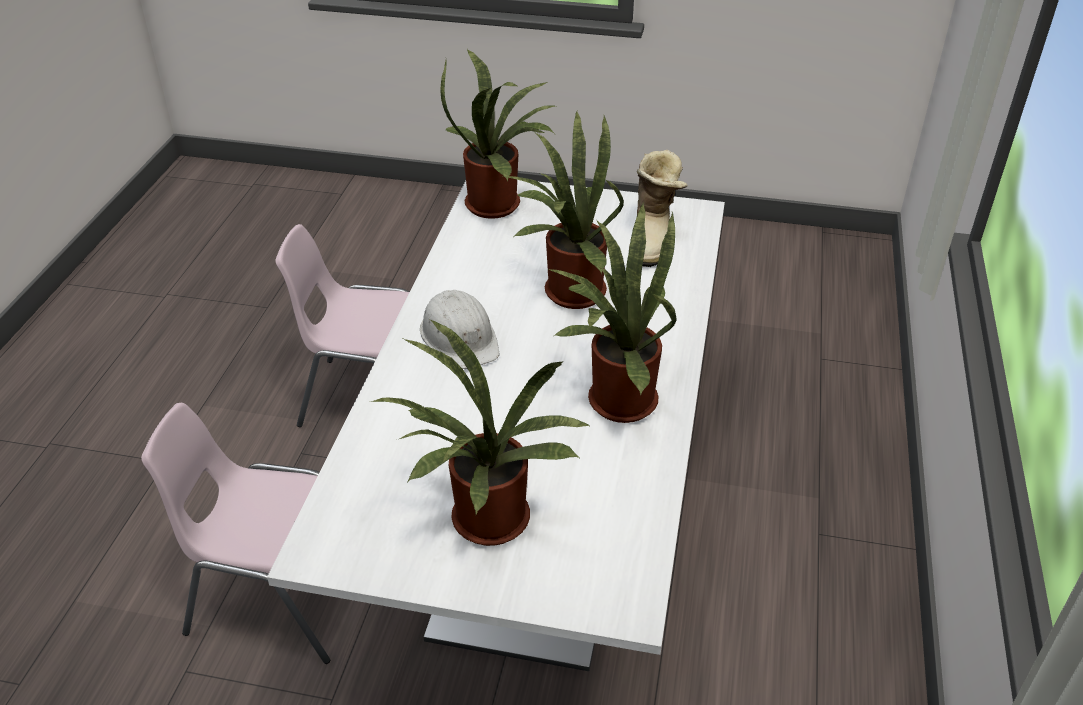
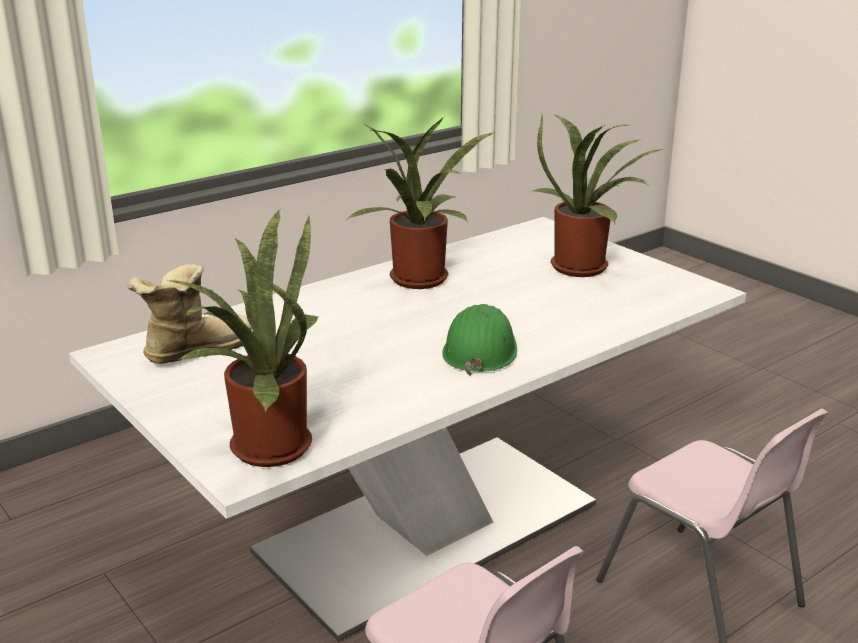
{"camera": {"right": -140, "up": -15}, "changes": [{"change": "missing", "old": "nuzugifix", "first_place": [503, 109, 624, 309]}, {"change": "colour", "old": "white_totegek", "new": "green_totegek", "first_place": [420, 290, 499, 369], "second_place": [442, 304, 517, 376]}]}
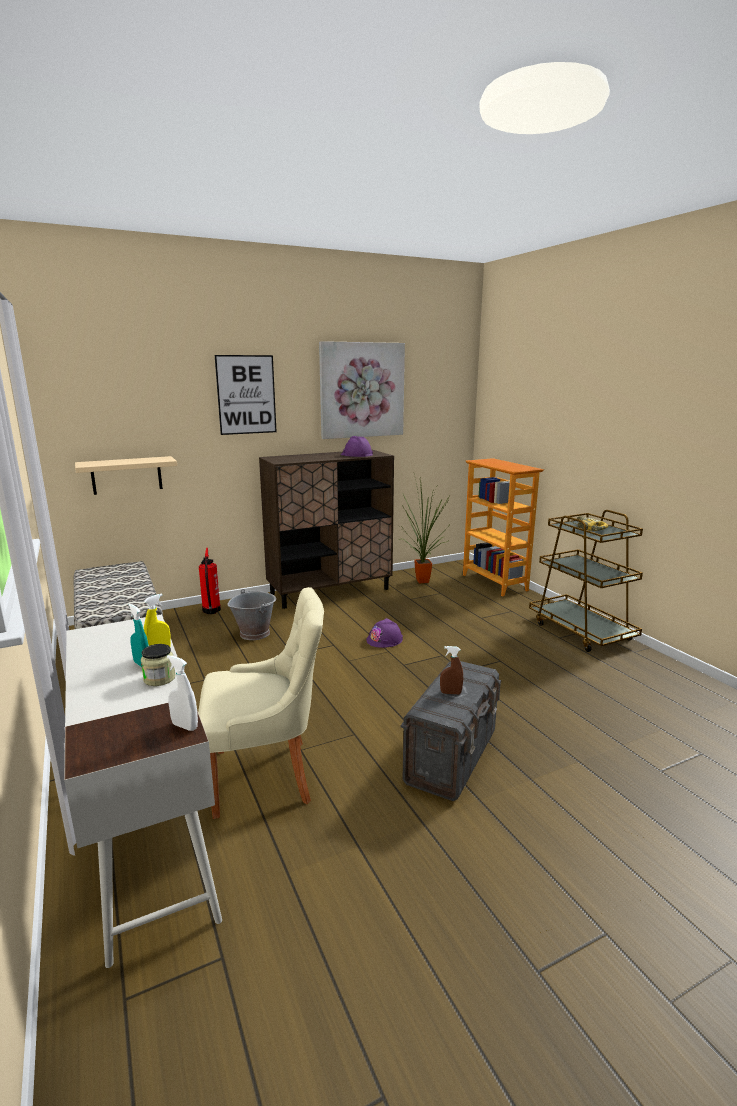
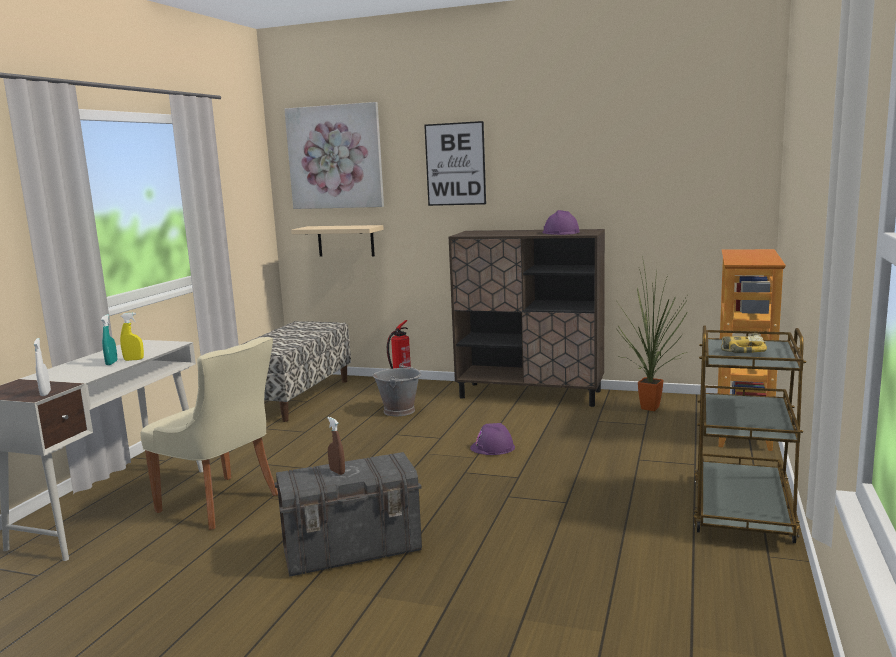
{"camera": {"right": 45, "up": -5}, "changes": [{"change": "missing", "old": "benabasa", "first_place": [141, 644, 175, 686]}, {"change": "relocated", "old": "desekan", "first_place": [319, 341, 405, 439], "second_place": [284, 102, 384, 209]}]}
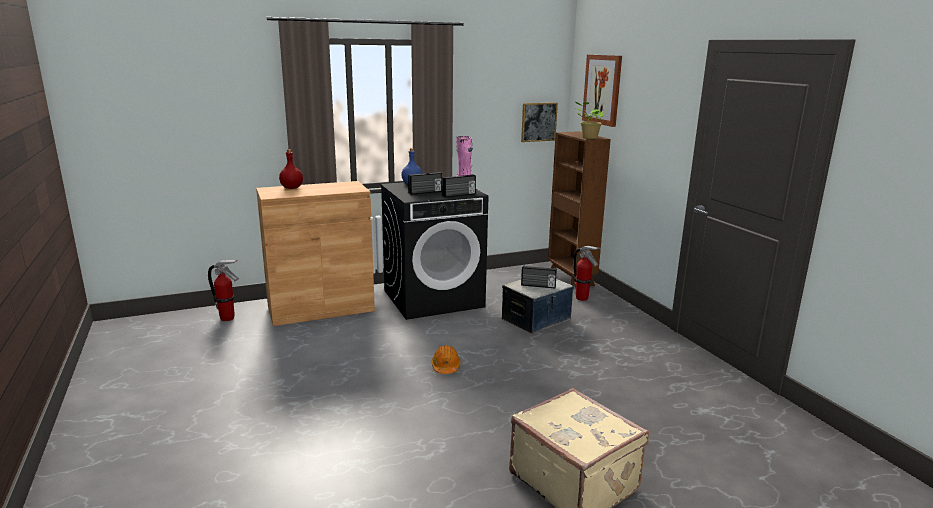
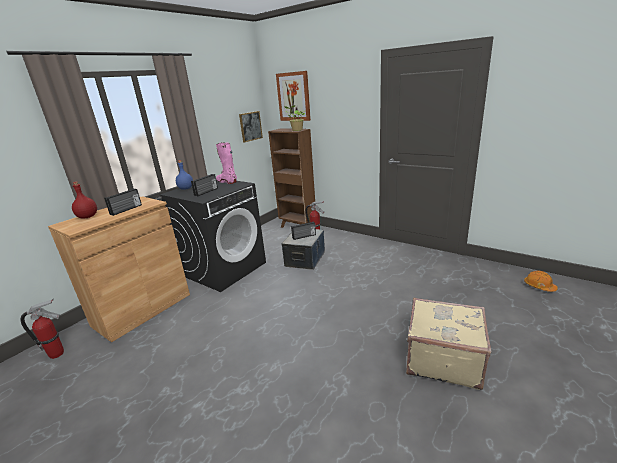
{"camera": {"right": -30, "up": 5}, "changes": [{"change": "relocated", "old": "orange_totegek", "first_place": [431, 345, 461, 374], "second_place": [524, 271, 558, 292]}, {"change": "relocated", "old": "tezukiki", "first_place": [442, 174, 476, 197], "second_place": [104, 189, 142, 216]}]}
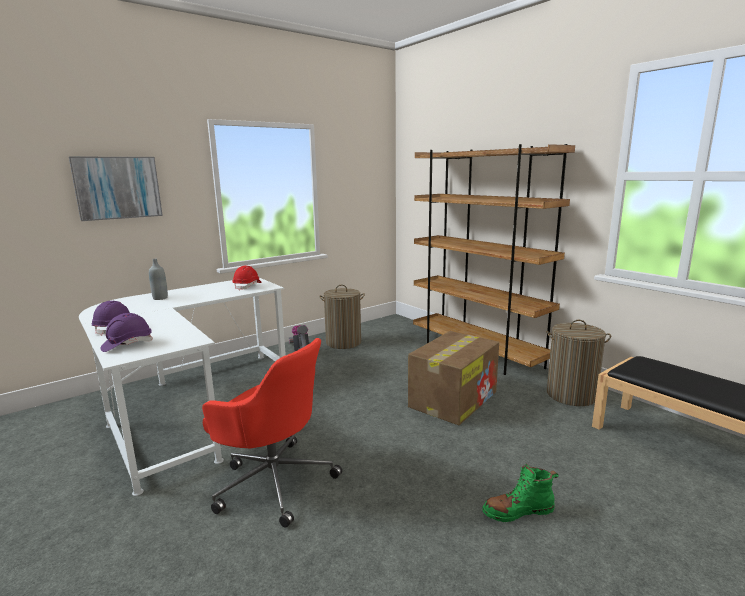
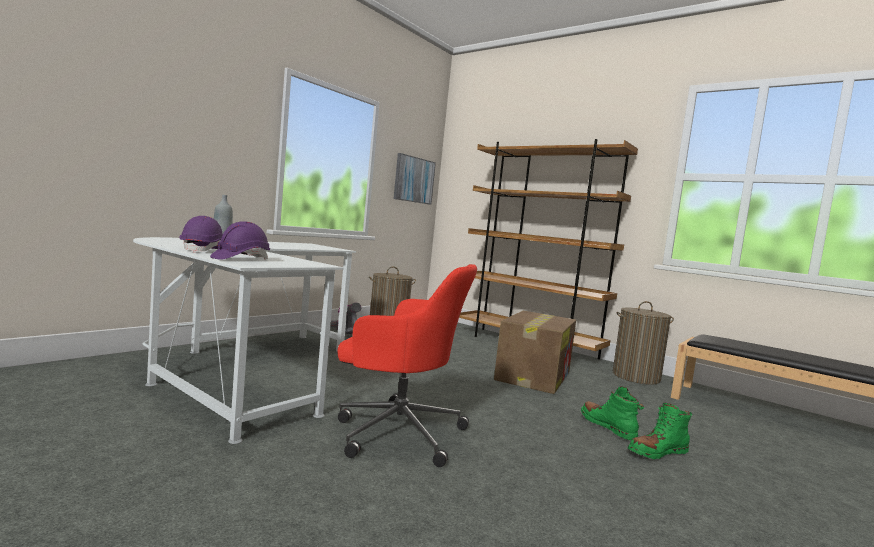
{"camera": {"right": -15, "up": -10}, "changes": [{"change": "missing", "old": "red_totegek", "first_place": [232, 266, 262, 291]}, {"change": "appeared", "new": "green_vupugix", "second_place": [581, 387, 644, 440]}, {"change": "relocated", "old": "desekan", "first_place": [69, 157, 163, 221], "second_place": [393, 153, 436, 205]}]}
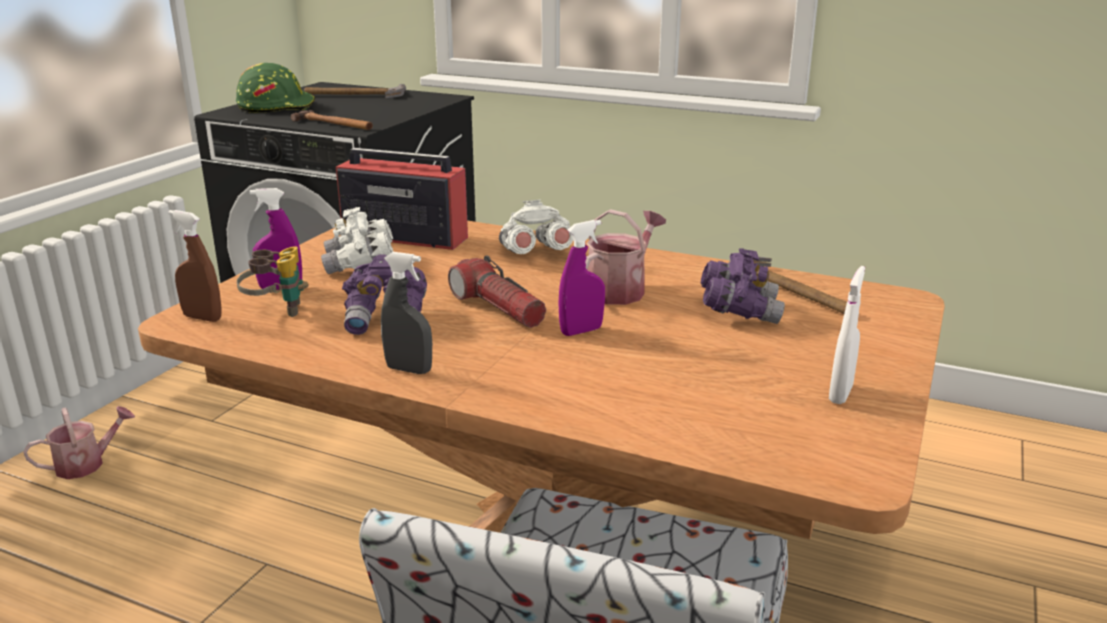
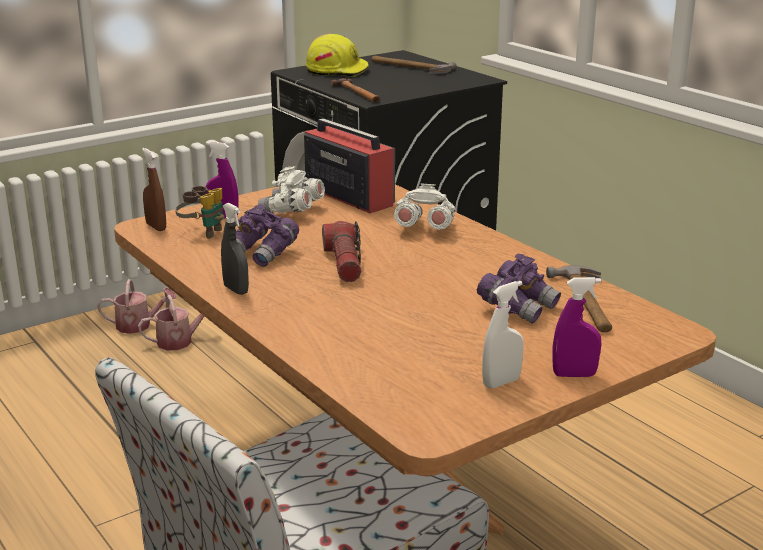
{"camera": {"right": 30, "up": 0}, "changes": [{"change": "relocated", "old": "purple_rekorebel", "first_place": [559, 220, 605, 336], "second_place": [552, 277, 601, 377]}, {"change": "relocated", "old": "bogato", "first_place": [585, 209, 666, 305], "second_place": [138, 295, 204, 350]}, {"change": "colour", "old": "green_totegek", "new": "yellow_totegek", "first_place": [236, 63, 315, 113], "second_place": [306, 34, 369, 77]}]}
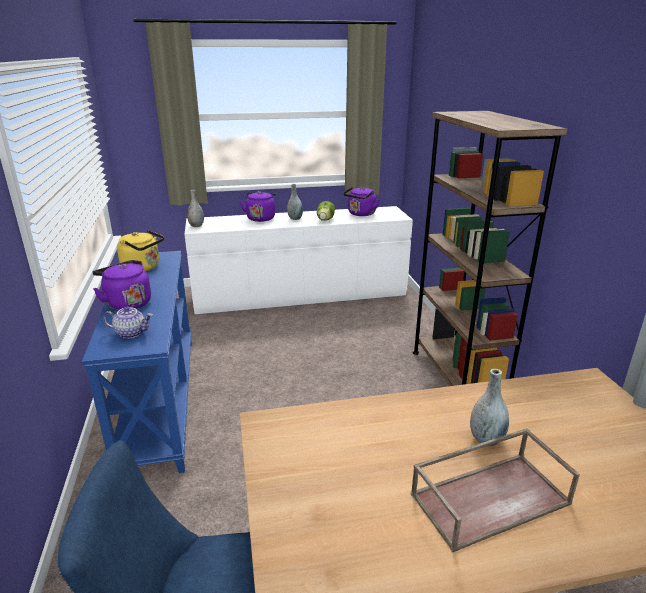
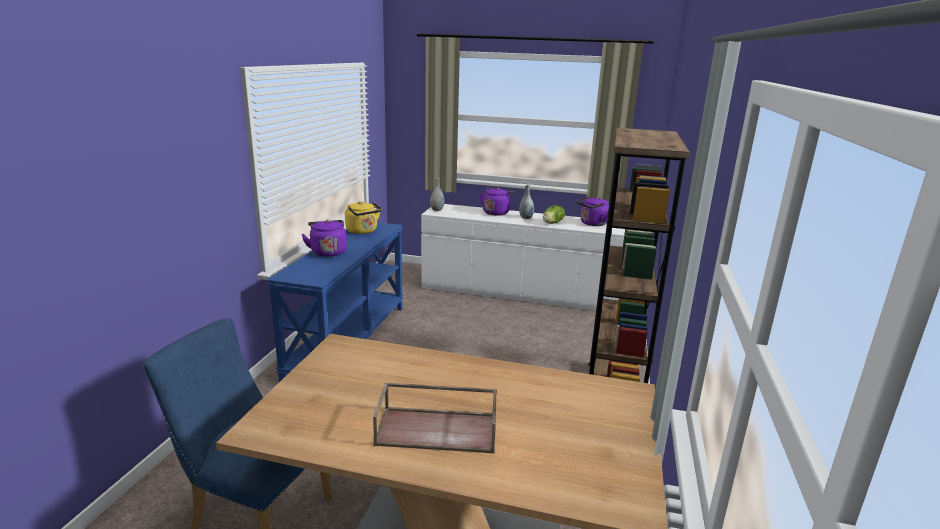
{"camera": {"right": 25, "up": -5}, "changes": [{"change": "missing", "old": "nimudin", "first_place": [103, 306, 153, 339]}, {"change": "missing", "old": "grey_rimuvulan", "first_place": [470, 369, 509, 446]}]}
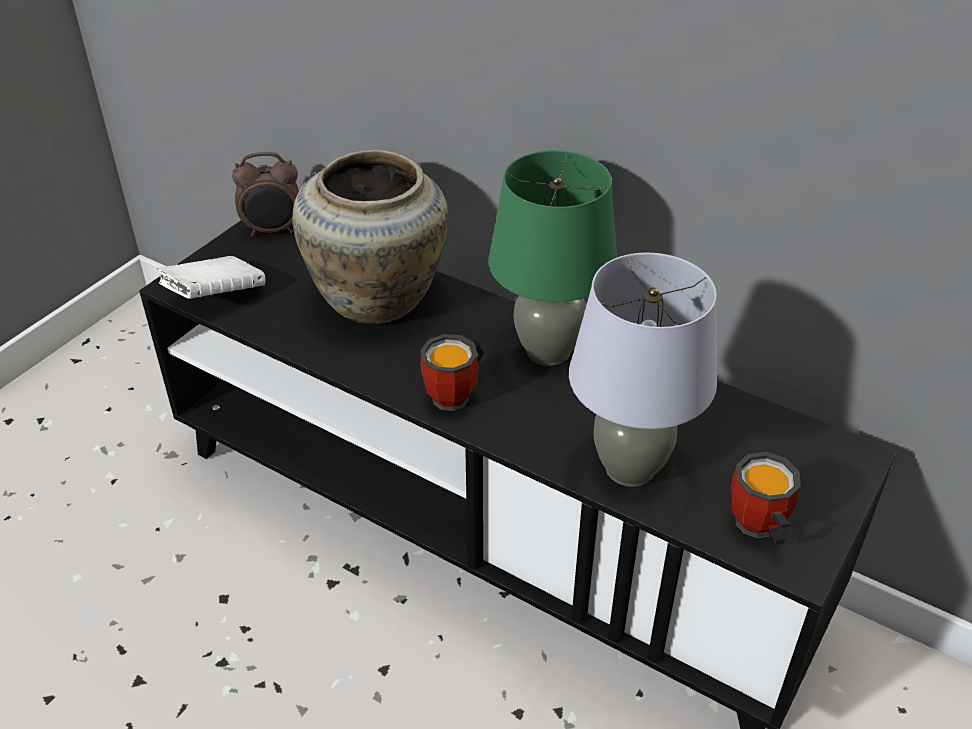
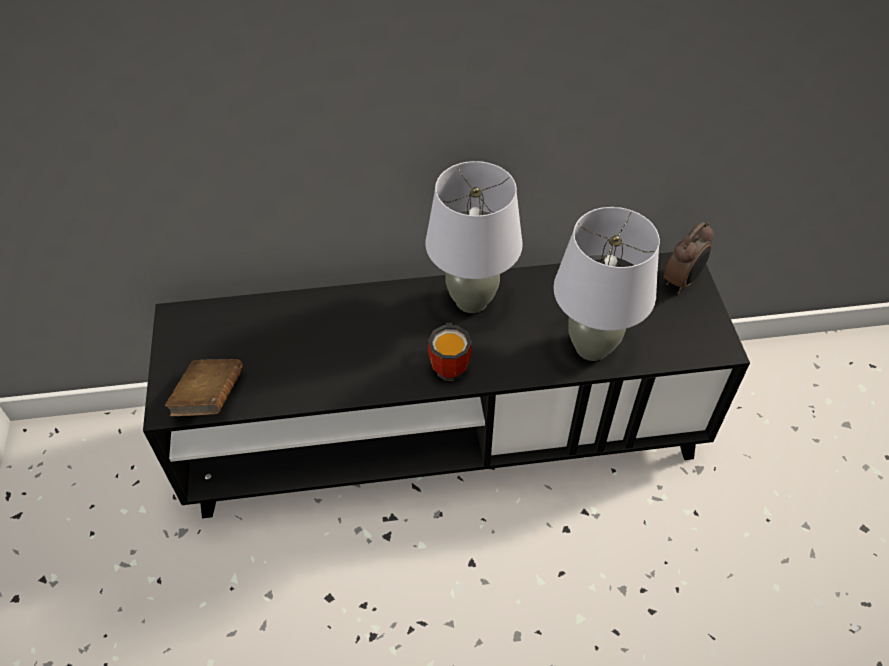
{"camera": {"right": -40, "up": 10}, "changes": [{"change": "missing", "old": "beige_rimuvulan", "first_place": [292, 150, 448, 324]}, {"change": "missing", "old": "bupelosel", "first_place": [731, 452, 801, 545]}, {"change": "relocated", "old": "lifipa", "first_place": [232, 152, 299, 236], "second_place": [664, 222, 714, 294]}, {"change": "colour", "old": "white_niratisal", "new": "brown_niratisal", "first_place": [158, 256, 265, 299], "second_place": [165, 359, 244, 416]}, {"change": "colour", "old": "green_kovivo", "new": "grey_kovivo", "first_place": [488, 150, 617, 366], "second_place": [425, 161, 523, 313]}]}
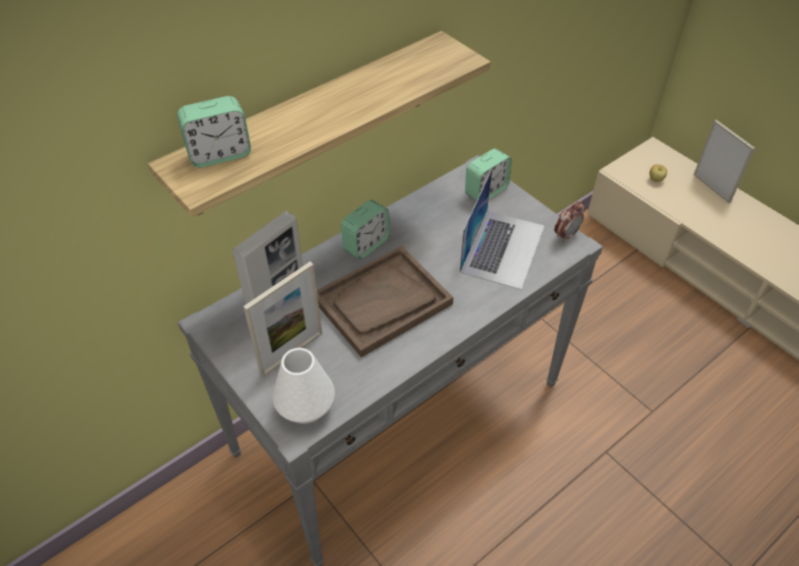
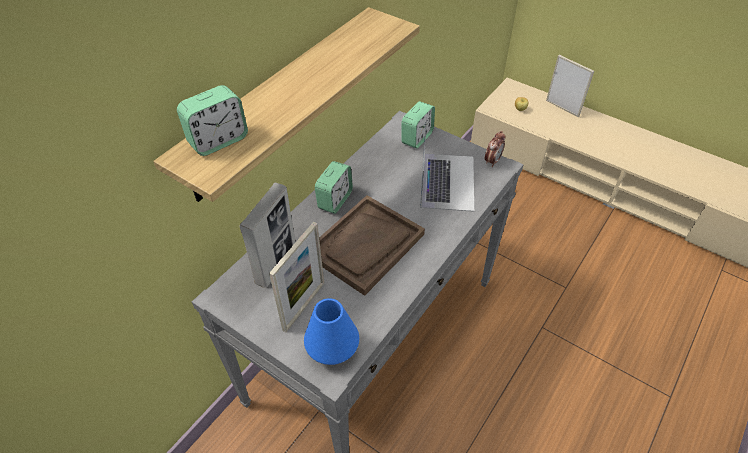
{"camera": {"right": -15, "up": 0}, "changes": [{"change": "colour", "old": "white_rimuvulan", "new": "blue_rimuvulan", "first_place": [272, 348, 335, 424], "second_place": [304, 298, 359, 365]}]}
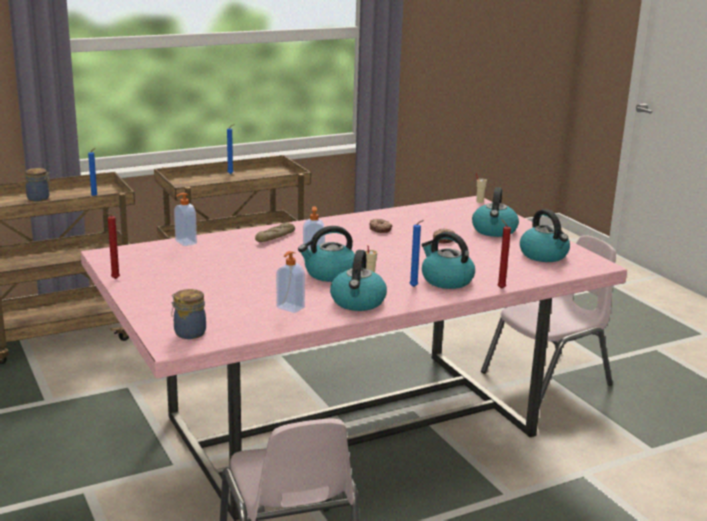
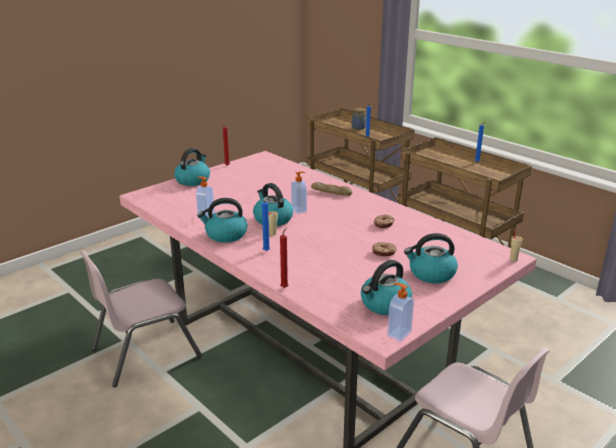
{"camera": {"right": 75, "up": 5}, "changes": [{"change": "missing", "old": "benabasa", "first_place": [172, 289, 206, 339]}, {"change": "relocated", "old": "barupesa", "first_place": [174, 193, 197, 246], "second_place": [387, 283, 414, 341]}, {"change": "relocated", "old": "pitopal", "first_place": [421, 232, 475, 289], "second_place": [174, 148, 210, 186]}]}
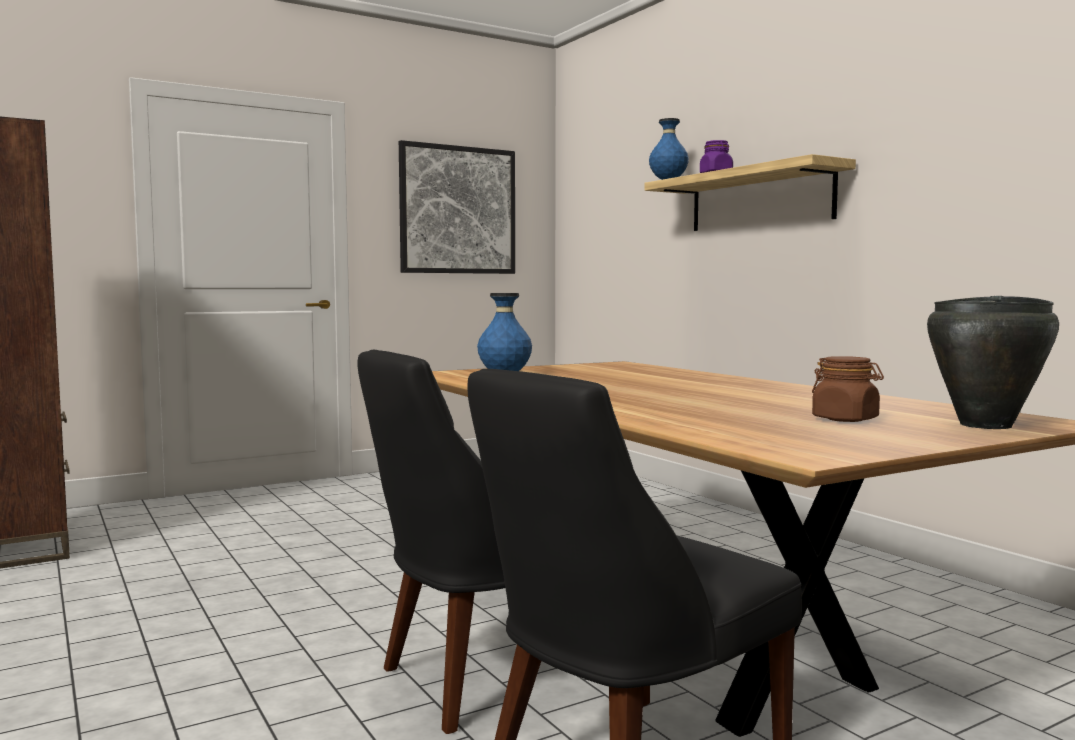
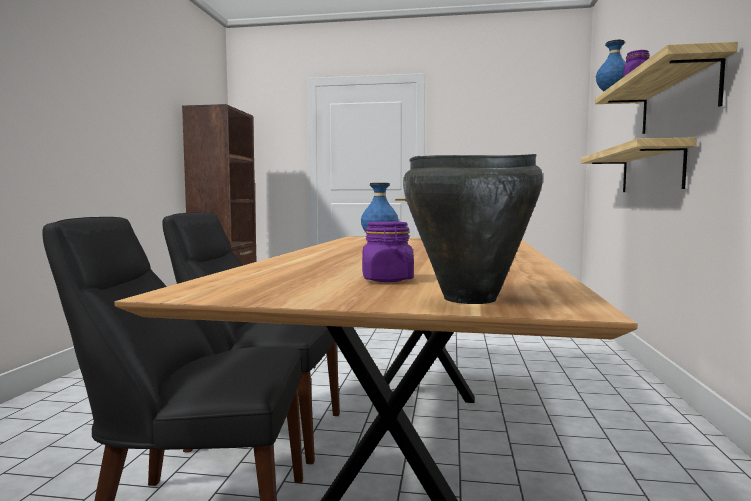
{"camera": {"right": 40, "up": 0}, "changes": [{"change": "missing", "old": "desekan", "first_place": [399, 140, 515, 274]}, {"change": "appeared", "new": "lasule", "second_place": [580, 137, 697, 192]}, {"change": "colour", "old": "brown_benabasa", "new": "purple_benabasa", "first_place": [812, 356, 884, 422], "second_place": [362, 221, 414, 282]}]}
